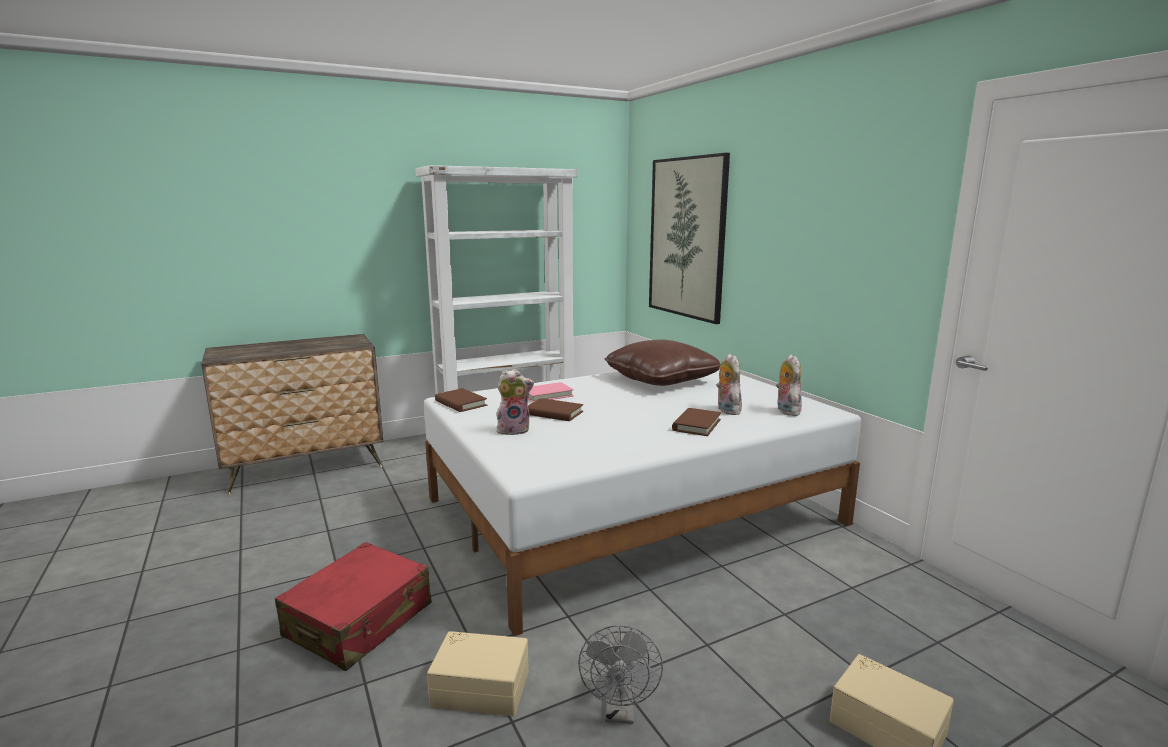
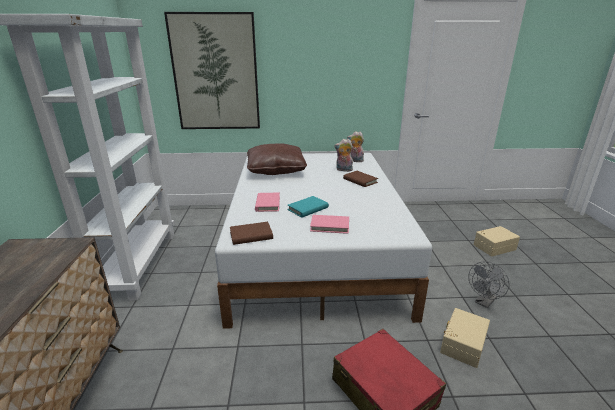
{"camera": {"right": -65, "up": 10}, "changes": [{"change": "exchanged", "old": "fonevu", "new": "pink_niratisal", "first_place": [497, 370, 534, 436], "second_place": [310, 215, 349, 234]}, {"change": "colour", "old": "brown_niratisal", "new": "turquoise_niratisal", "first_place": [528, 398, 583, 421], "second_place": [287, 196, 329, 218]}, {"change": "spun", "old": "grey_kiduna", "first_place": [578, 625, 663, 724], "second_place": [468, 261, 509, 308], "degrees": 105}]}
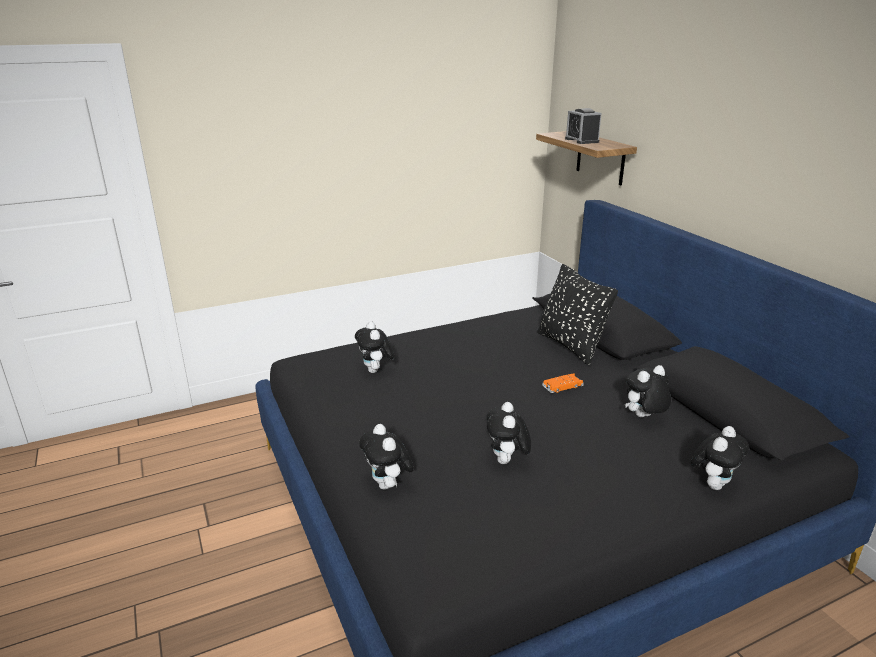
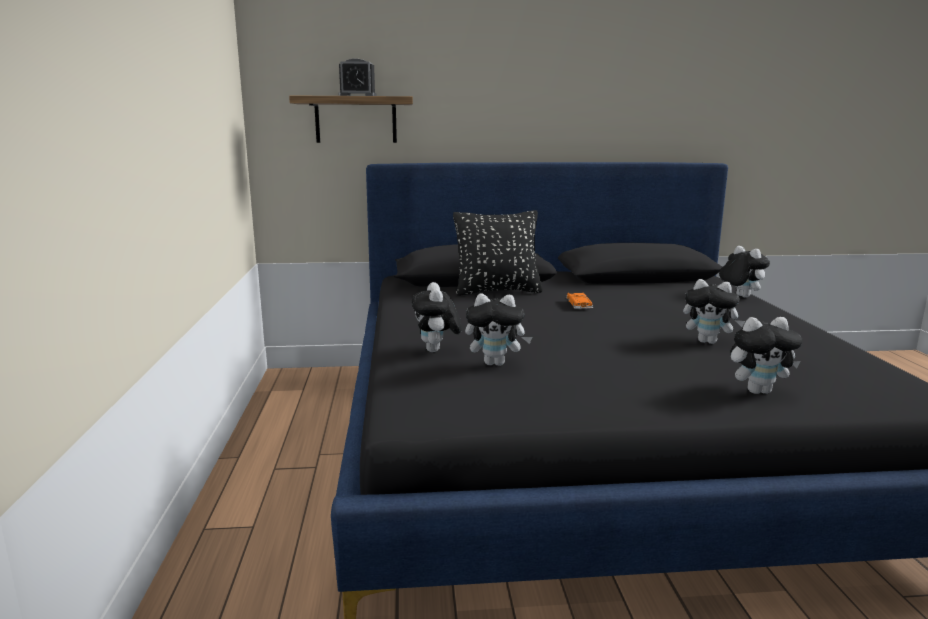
{"camera": {"right": -70, "up": -10}, "changes": [{"change": "relocated", "old": "fonevu", "first_place": [625, 365, 671, 417], "second_place": [412, 282, 462, 352]}]}
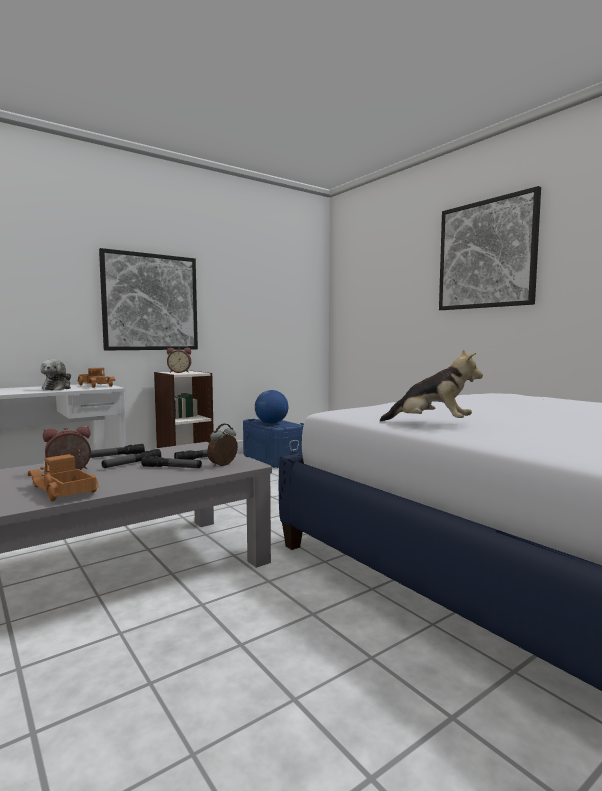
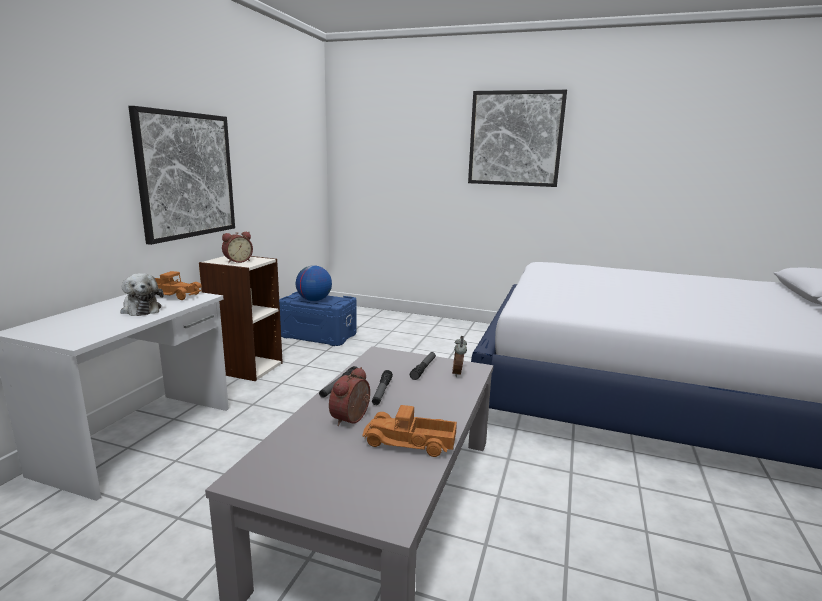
{"camera": {"right": -35, "up": 10}, "changes": [{"change": "missing", "old": "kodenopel", "first_place": [141, 456, 202, 468]}, {"change": "missing", "old": "fonevu", "first_place": [380, 350, 483, 421]}]}
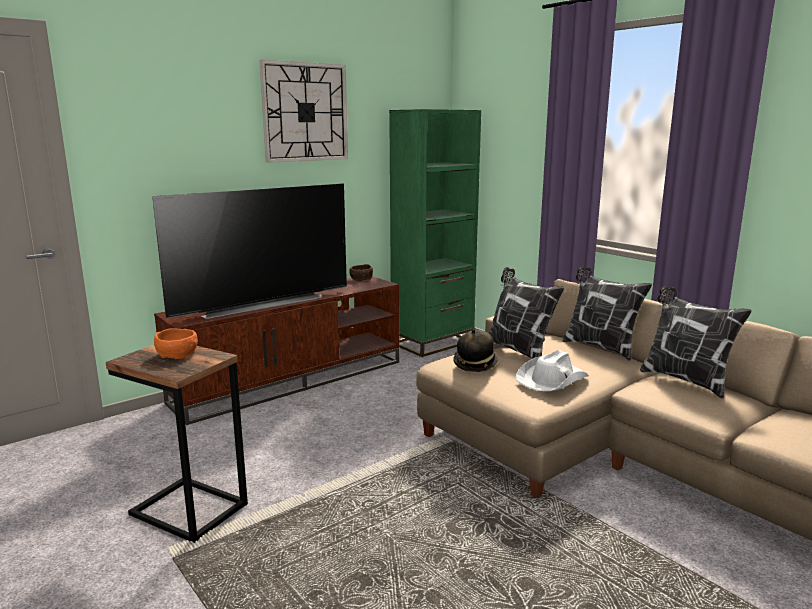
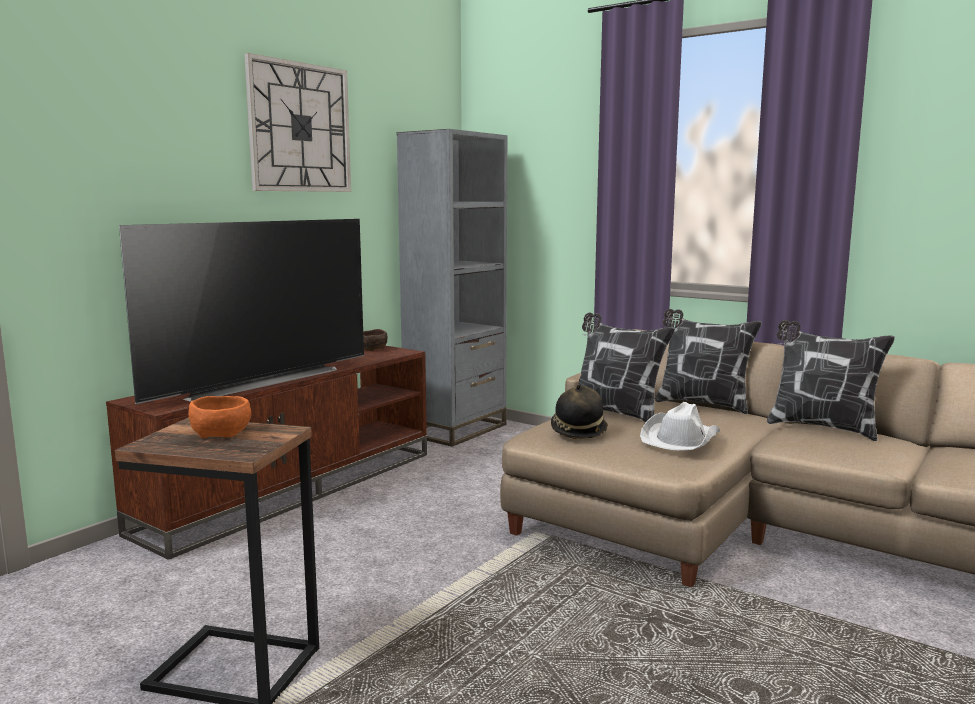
{"camera": {"right": -15, "up": -5}, "changes": [{"change": "colour", "old": "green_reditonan", "new": "grey_reditonan", "first_place": [389, 109, 481, 357], "second_place": [397, 129, 507, 447]}]}
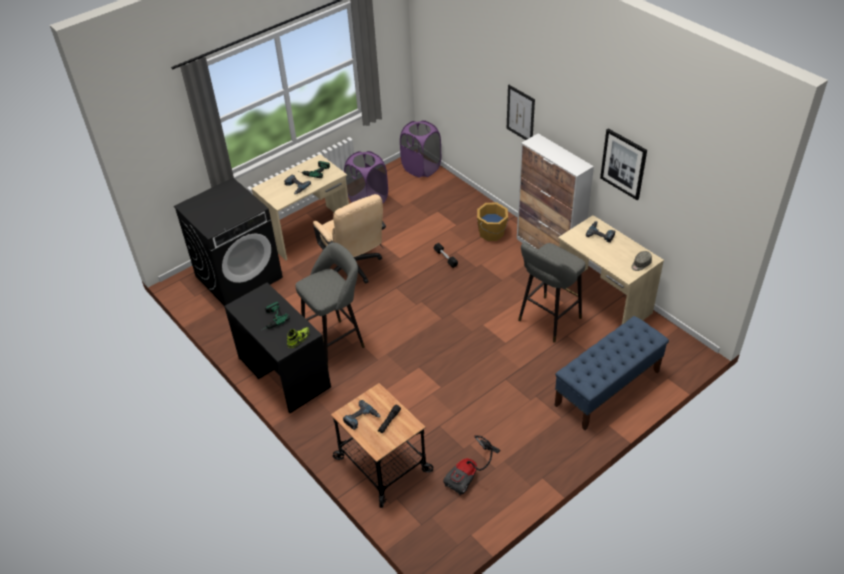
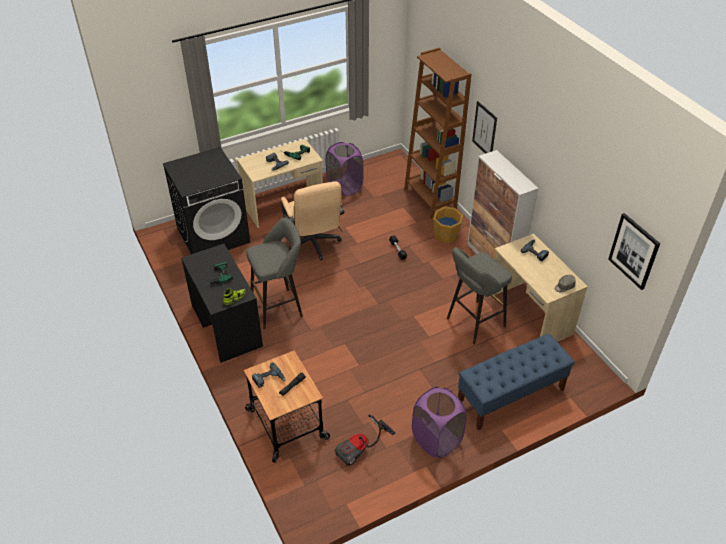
{"camera": {"right": 10, "up": 0}, "changes": [{"change": "appeared", "new": "brown_reditonan", "second_place": [404, 47, 472, 219]}, {"change": "relocated", "old": "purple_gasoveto", "first_place": [400, 120, 441, 178], "second_place": [412, 387, 467, 458]}, {"change": "relocated", "old": "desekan", "first_place": [600, 129, 647, 200], "second_place": [608, 213, 660, 290]}]}
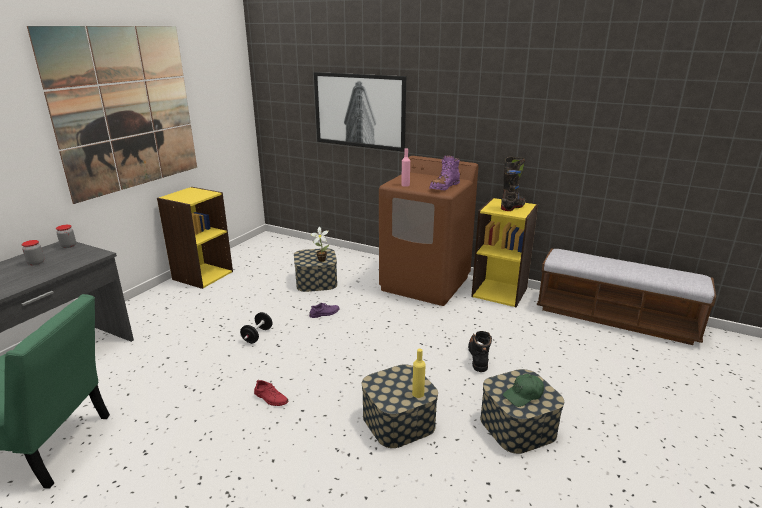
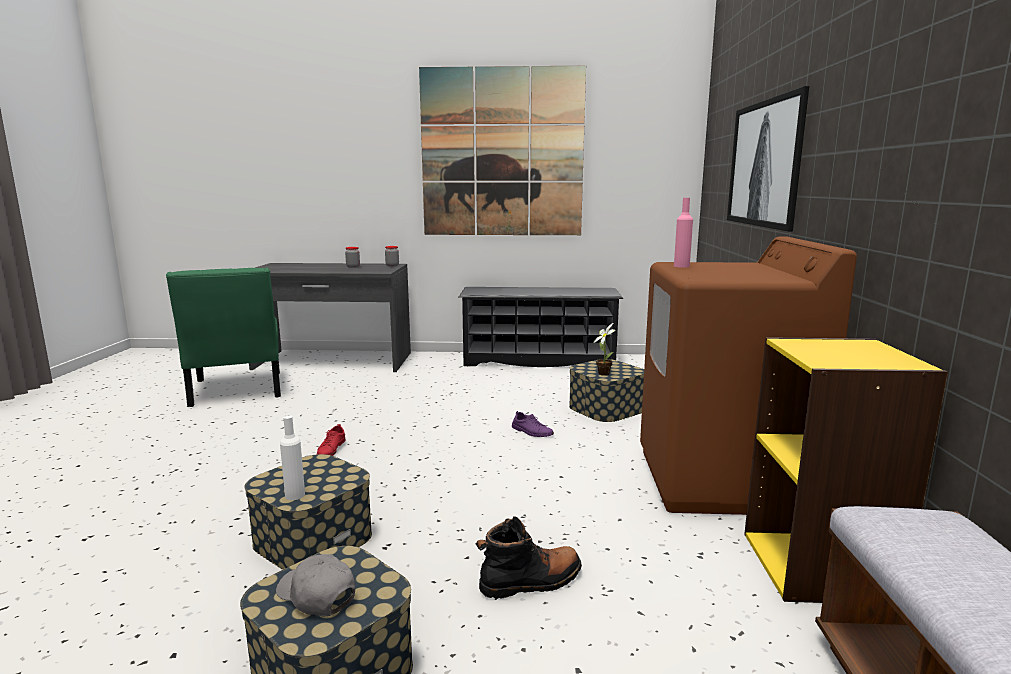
{"camera": {"right": 65, "up": -10}, "changes": [{"change": "missing", "old": "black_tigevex", "first_place": [240, 312, 273, 343]}, {"change": "missing", "old": "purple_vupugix", "first_place": [429, 156, 460, 190]}, {"change": "missing", "old": "black_vupugix", "first_place": [501, 157, 526, 211]}, {"change": "exchanged", "old": "yellow_reditonan", "new": "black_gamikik", "first_place": [157, 187, 233, 289], "second_place": [459, 287, 623, 367]}, {"change": "colour", "old": "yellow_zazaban", "new": "white_zazaban", "first_place": [412, 349, 426, 398], "second_place": [280, 416, 305, 500]}, {"change": "colour", "old": "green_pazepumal", "new": "grey_pazepumal", "first_place": [503, 374, 544, 407], "second_place": [276, 554, 355, 616]}]}
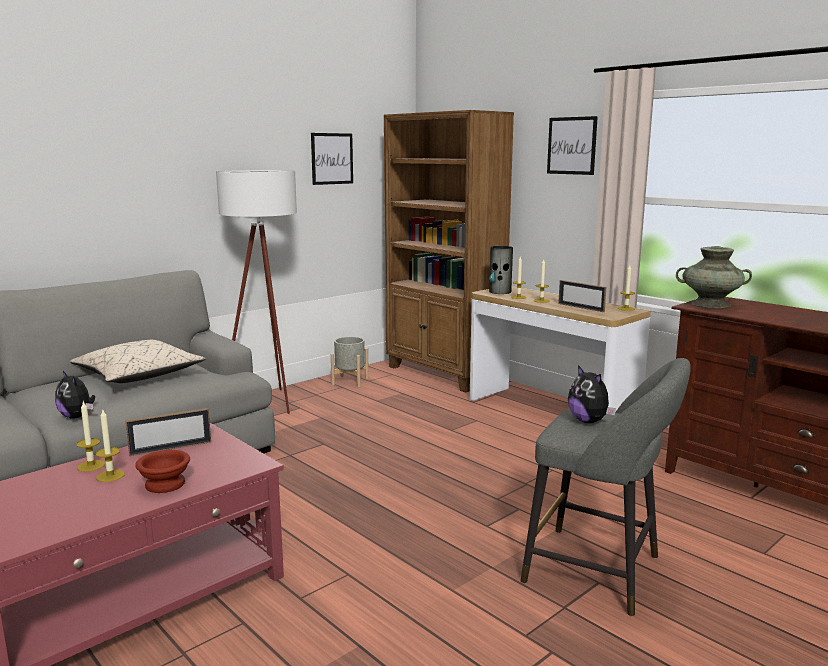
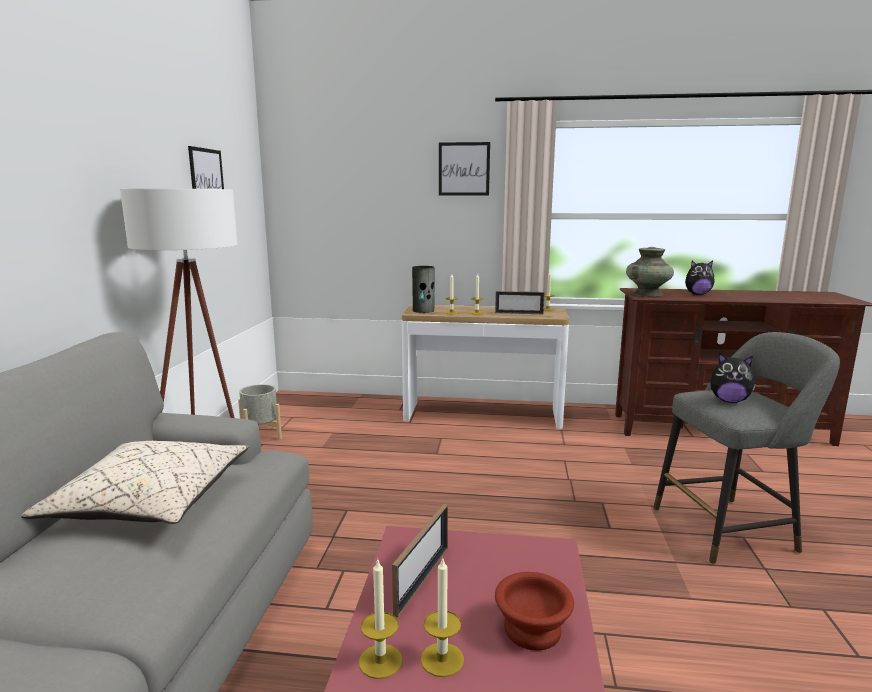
{"camera": {"right": -40, "up": 0}, "changes": [{"change": "missing", "old": "brown_reditonan", "first_place": [384, 110, 514, 393]}, {"change": "relocated", "old": "fonevu", "first_place": [55, 371, 95, 419], "second_place": [685, 260, 714, 295]}]}
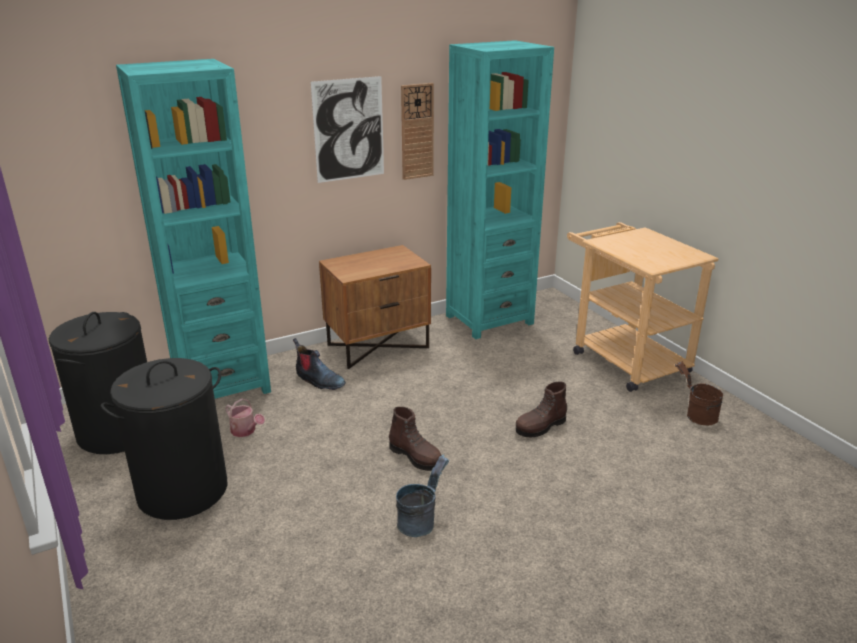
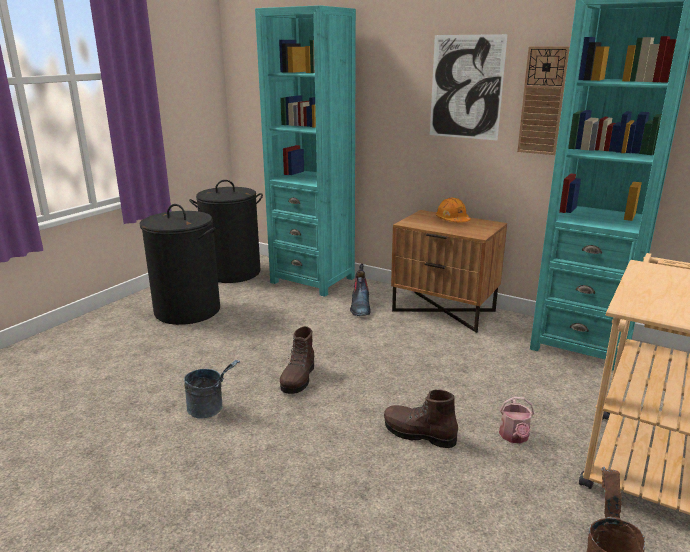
{"camera": {"right": 60, "up": -5}, "changes": [{"change": "appeared", "new": "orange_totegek", "second_place": [435, 198, 471, 223]}, {"change": "relocated", "old": "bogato", "first_place": [225, 398, 265, 437], "second_place": [499, 397, 534, 443]}]}
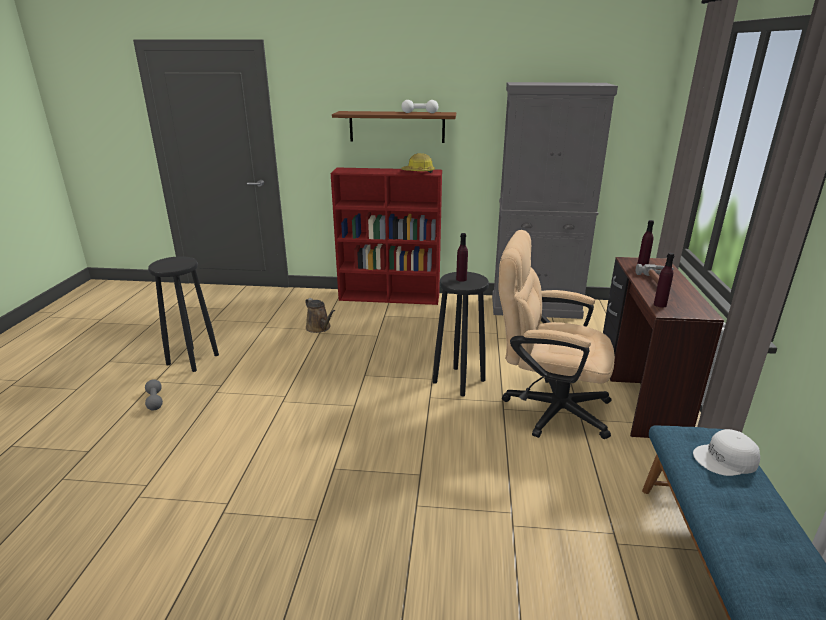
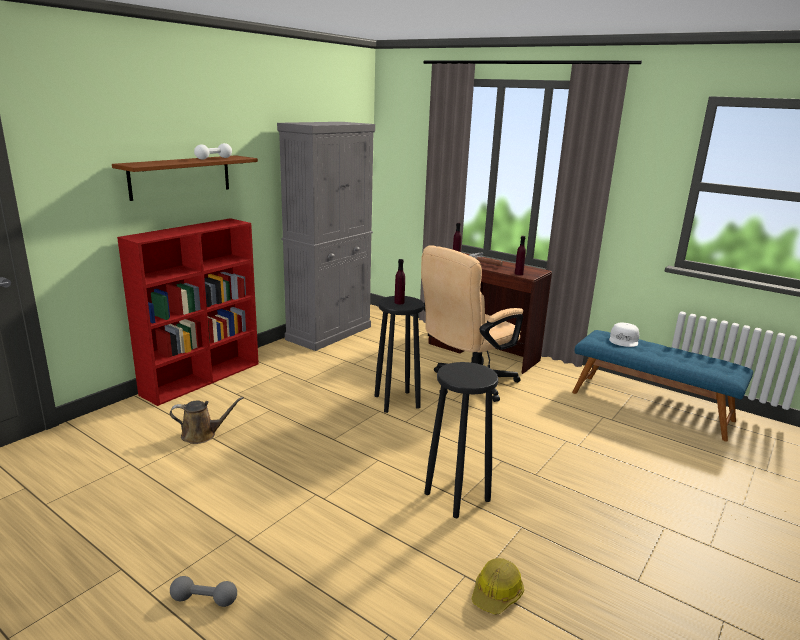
{"camera": {"right": -60, "up": -5}, "changes": [{"change": "relocated", "old": "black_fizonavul", "first_place": [148, 256, 219, 372], "second_place": [424, 362, 498, 518]}, {"change": "relocated", "old": "totegek", "first_place": [401, 153, 435, 173], "second_place": [472, 558, 524, 615]}]}
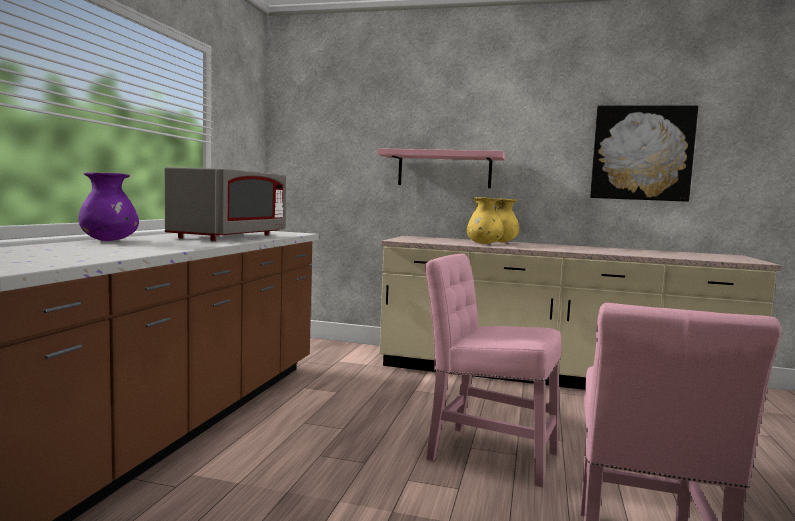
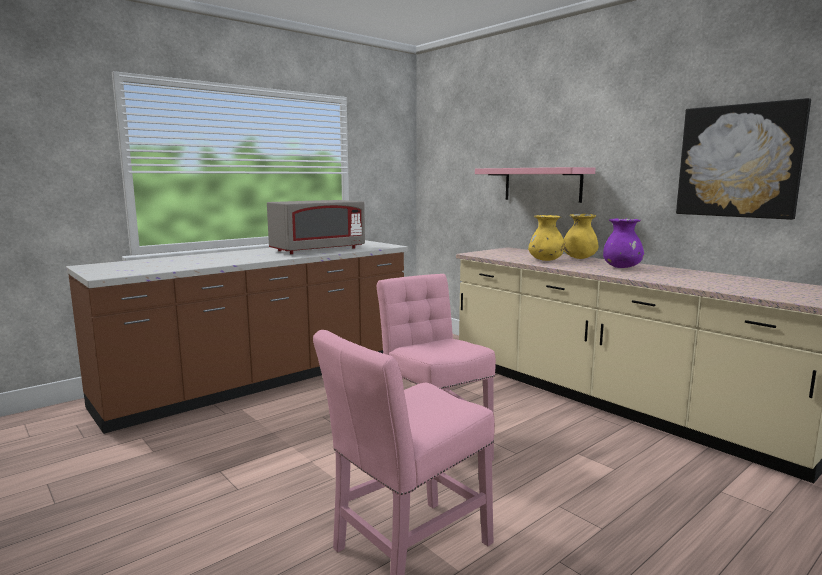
{"camera": {"right": 35, "up": 5}, "changes": [{"change": "relocated", "old": "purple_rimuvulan", "first_place": [79, 172, 139, 241], "second_place": [603, 218, 644, 268]}]}
